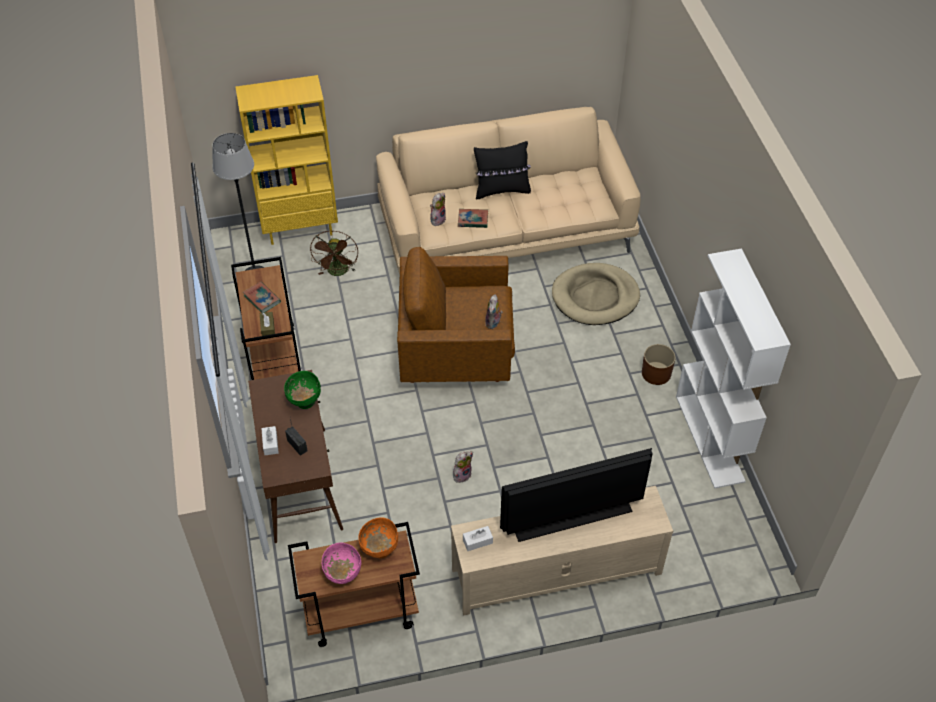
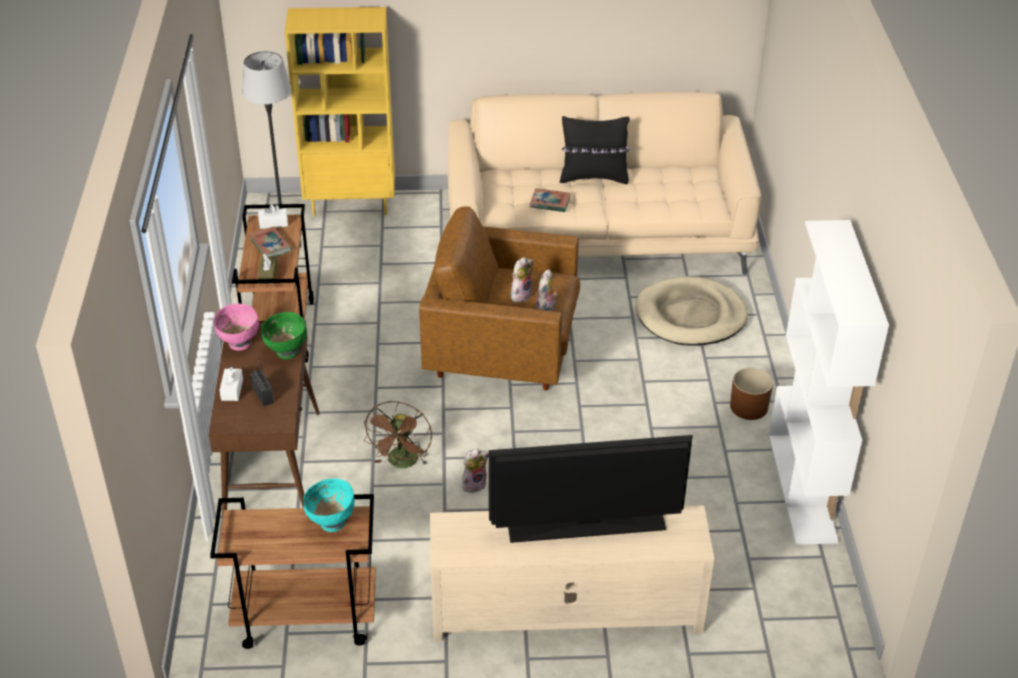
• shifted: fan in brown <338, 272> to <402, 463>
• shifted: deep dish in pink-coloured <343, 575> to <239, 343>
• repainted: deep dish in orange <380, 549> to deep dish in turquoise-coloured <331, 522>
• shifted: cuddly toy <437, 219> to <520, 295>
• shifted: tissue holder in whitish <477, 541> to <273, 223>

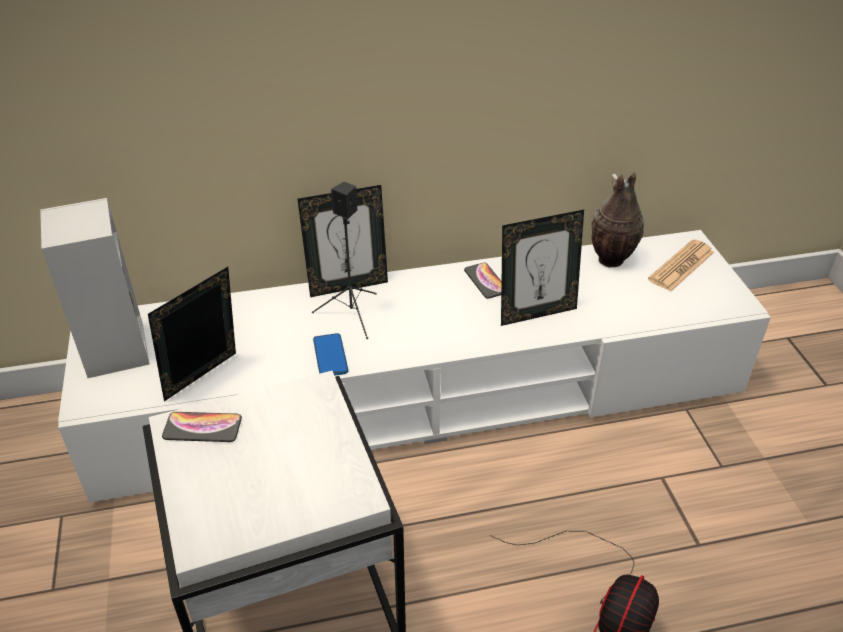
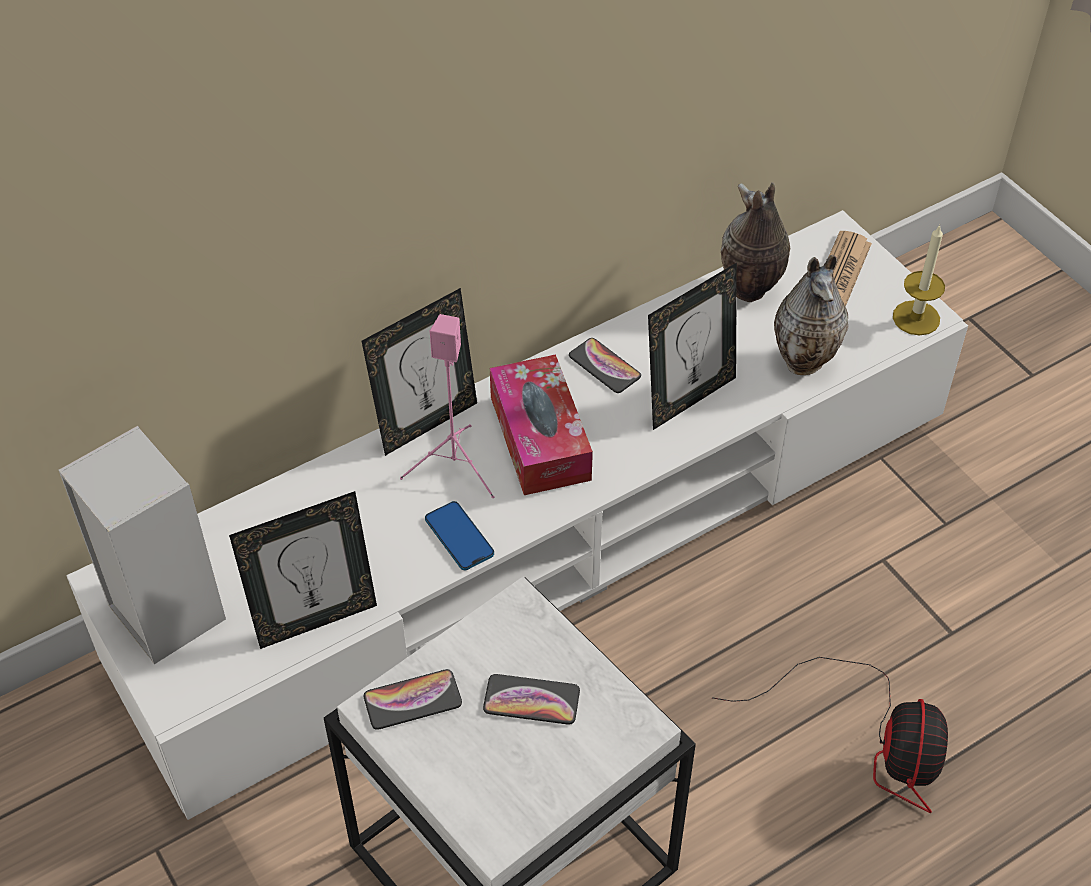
• rotated: picture frame <205, 380> = <315, 619> 135 degrees counterclockwise
• repainted: loudspeaker in blackish <352, 315> to loudspeaker in pink-coloured <456, 467>
• new: telephone <531, 700>
• new: tissue holder <540, 438>
• new: vase <806, 361>
• new: wax light <916, 318>

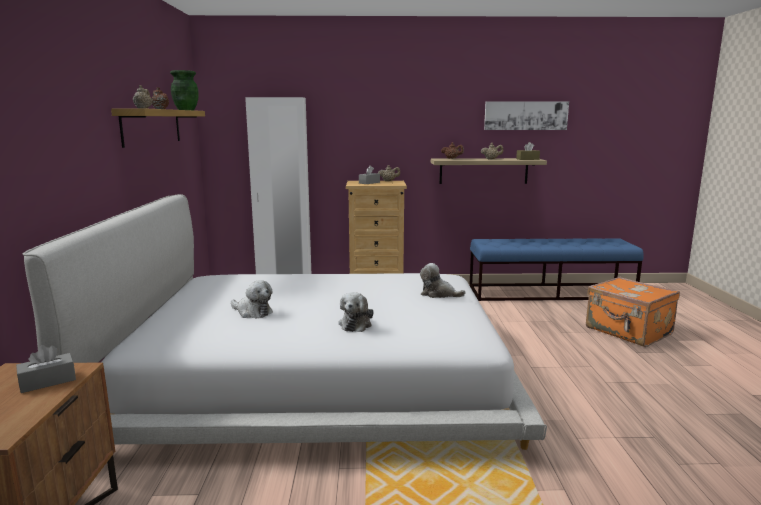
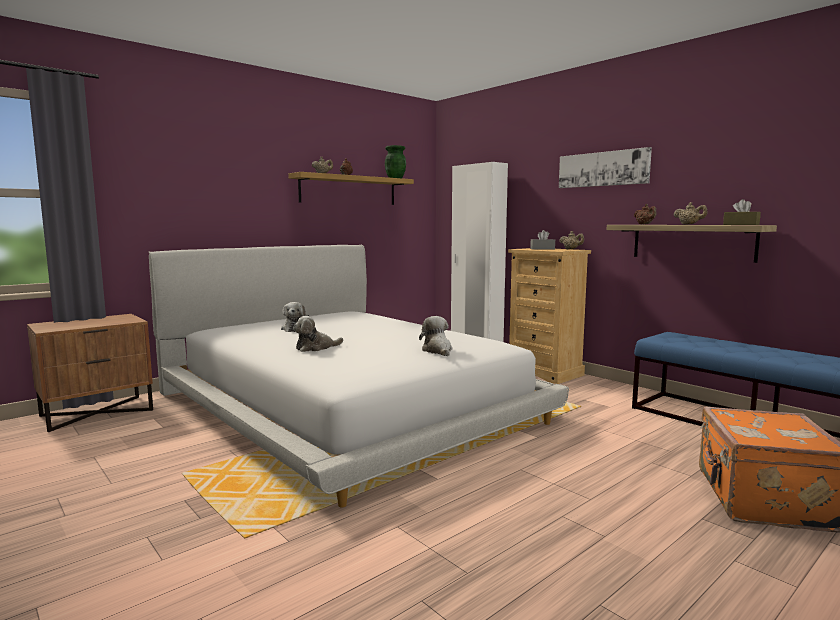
• gone: tissue holder in gray <48, 381>
• shifted: wall picture <525, 115> to <603, 169>

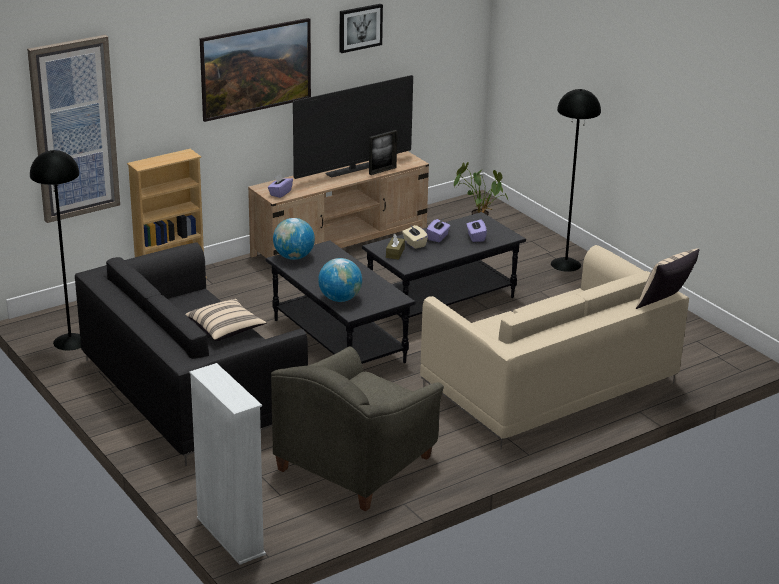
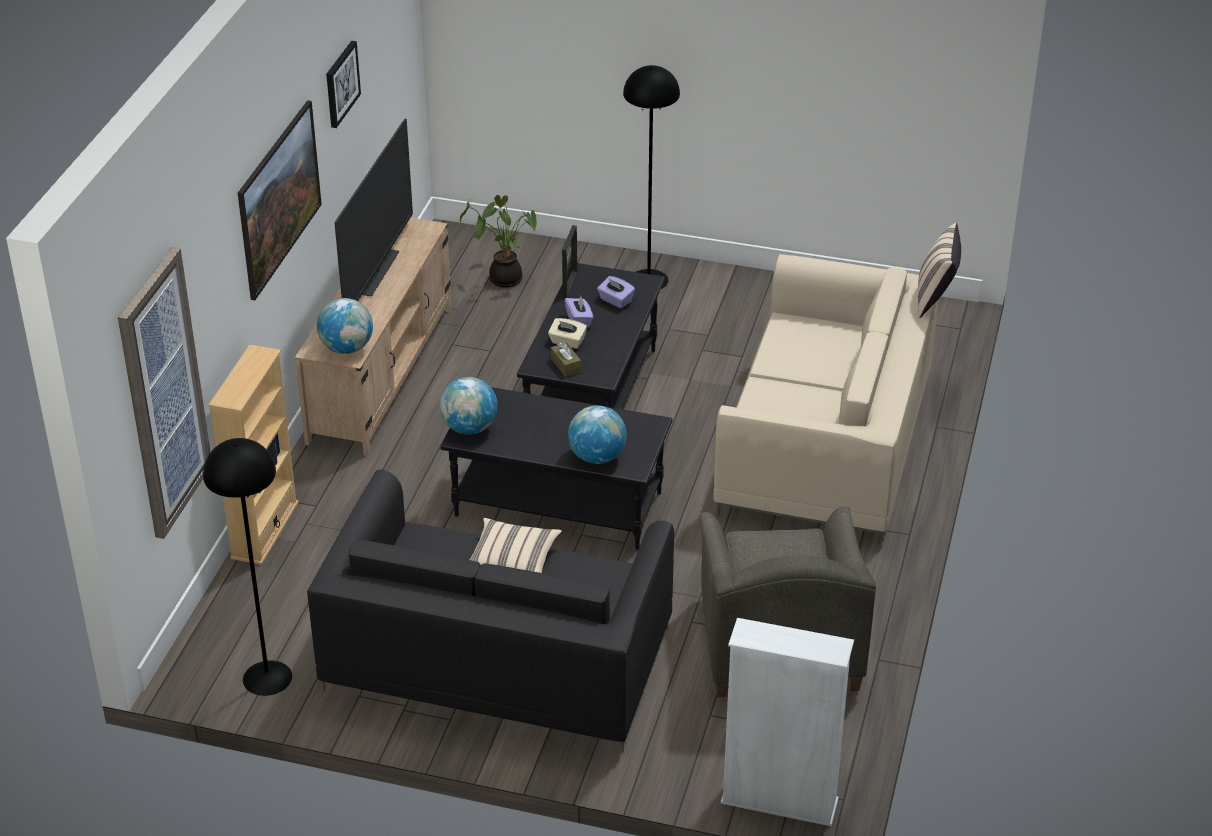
• swapped: tissue holder in purplish <280, 193> to world globe <347, 348>
• shifted: picture frame <382, 171> to <570, 284>

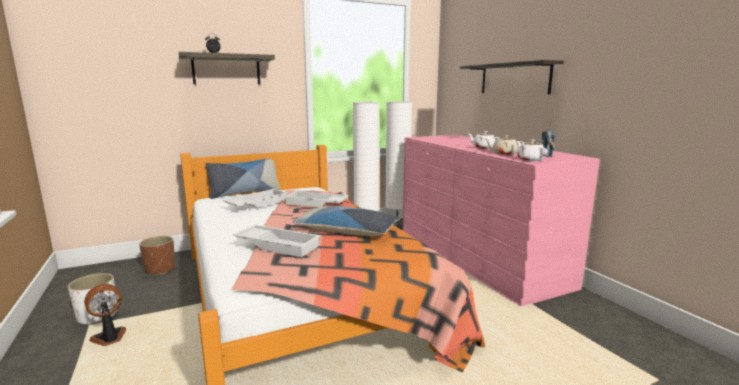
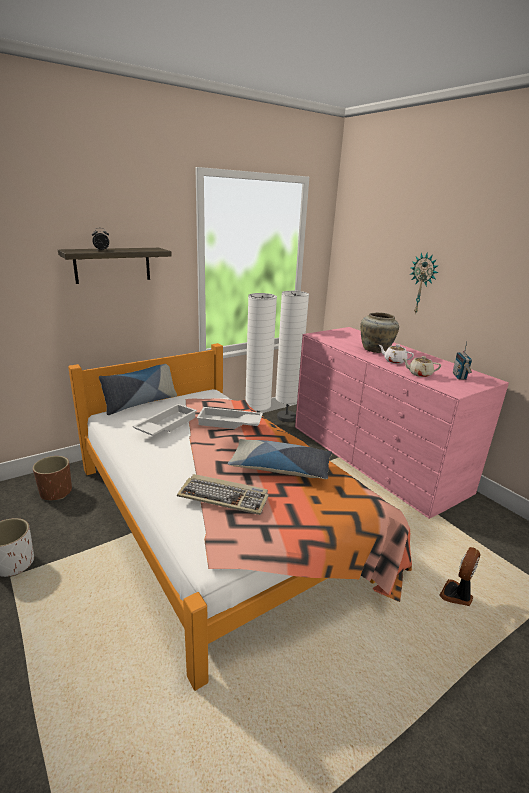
• shifted: fan <109, 338> to <457, 595>
• swapped: serving tray in whitish <278, 245> to PC keyboard <224, 496>
• swapped: wall shelf <514, 79> to hanging clock <422, 283>
• gone: pot for tea in whitish <529, 160>
• new: vase in sand-coloured <376, 350>

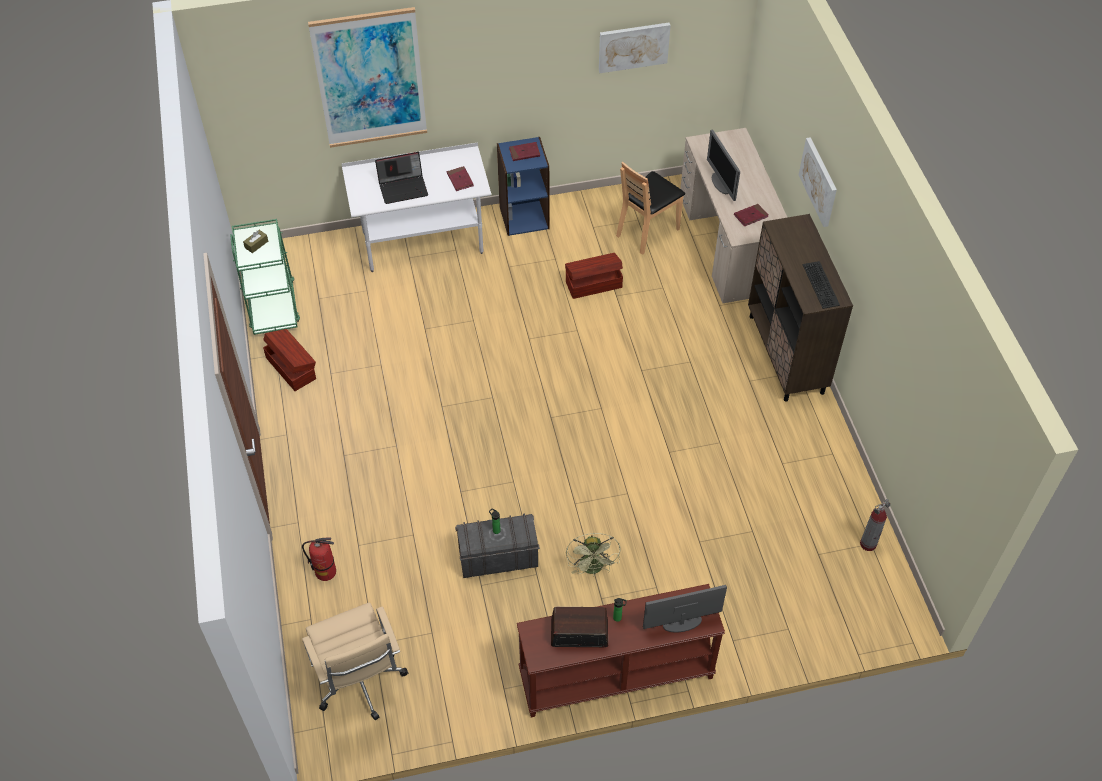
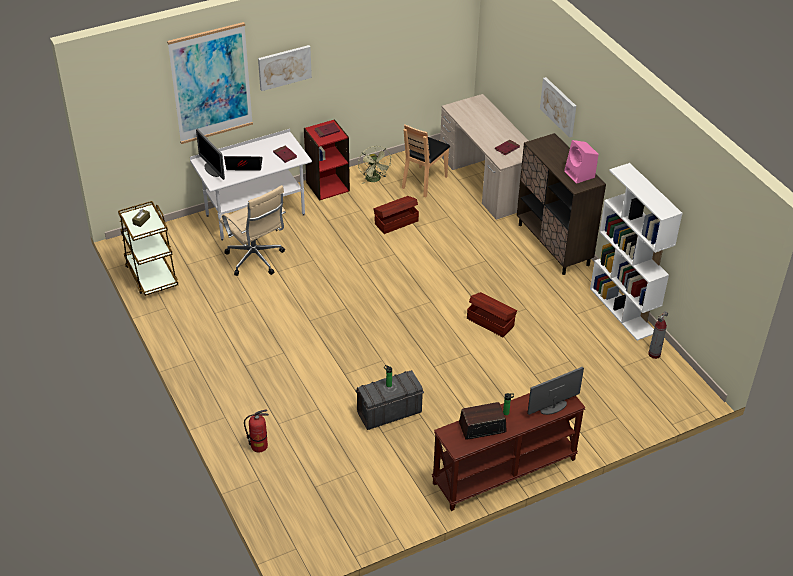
• repainted: trolley in green <273, 306> to trolley in brown <151, 275>
• shifted: storage bin in brown <291, 367> to <490, 321>
• shifted: computer chair in sand-coloured <361, 684> to <256, 260>
• rotated: laptop <403, 188> = <243, 166> 150 degrees counterclockwise
• repainted: bookshelf in blue-coloured <524, 217> to bookshelf in red-coloured <327, 186>
• shifted: fan in green <593, 568> to <374, 180>
• shifted: wall picture <633, 46> to <284, 67>
• shifted: computer screen <721, 184> to <212, 170>
• swapped: PC keyboard <822, 285> to loudspeaker in pink-coloured <580, 175>
• new: bookshelf in whitish <623, 310>

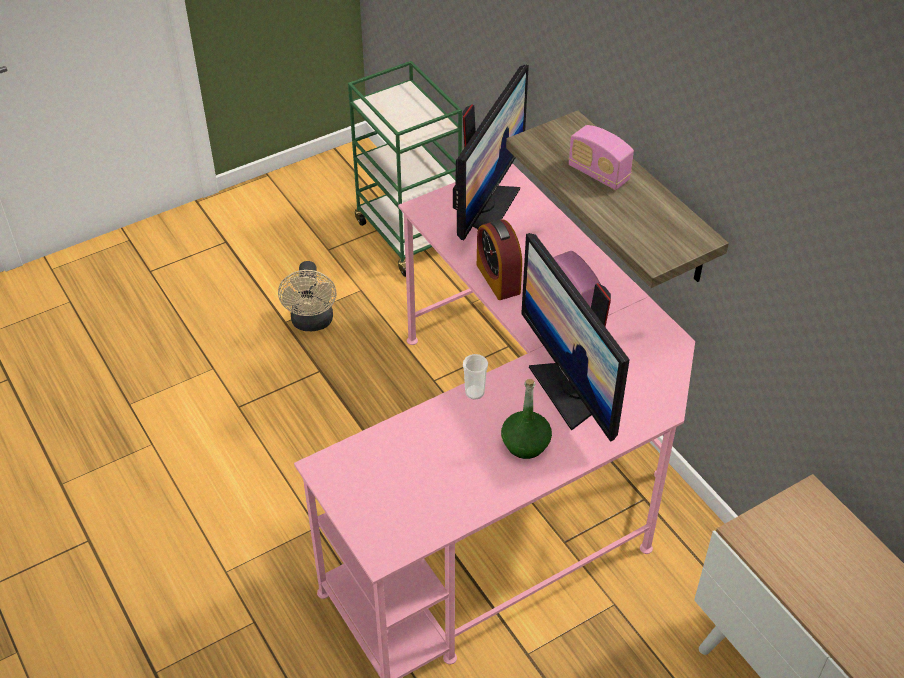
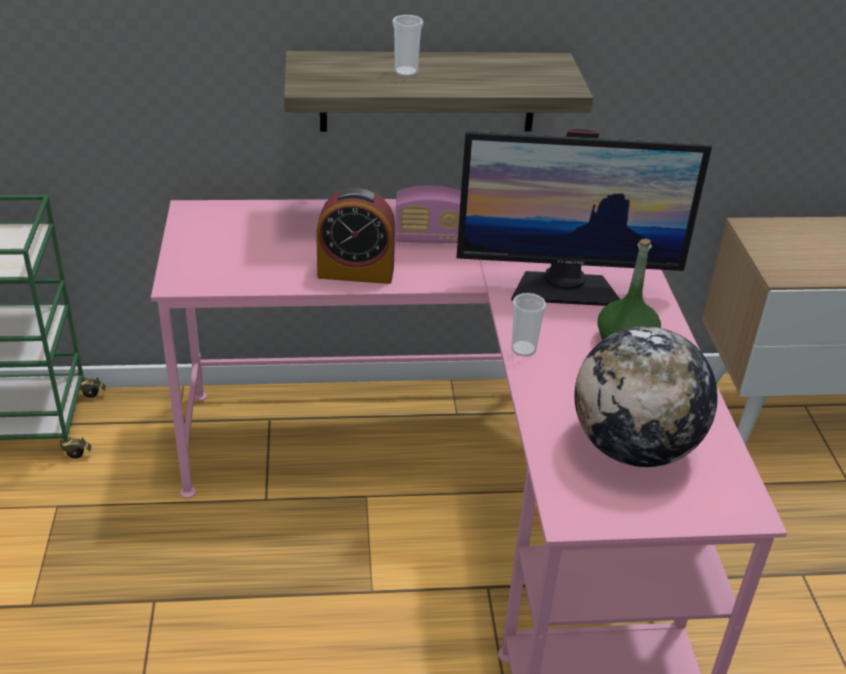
• gone: fan in sand-coloured <312, 323>
• gone: computer screen <487, 207>
• swapped: radio receiver <598, 174> to cup <406, 72>
• new: world globe <634, 448>

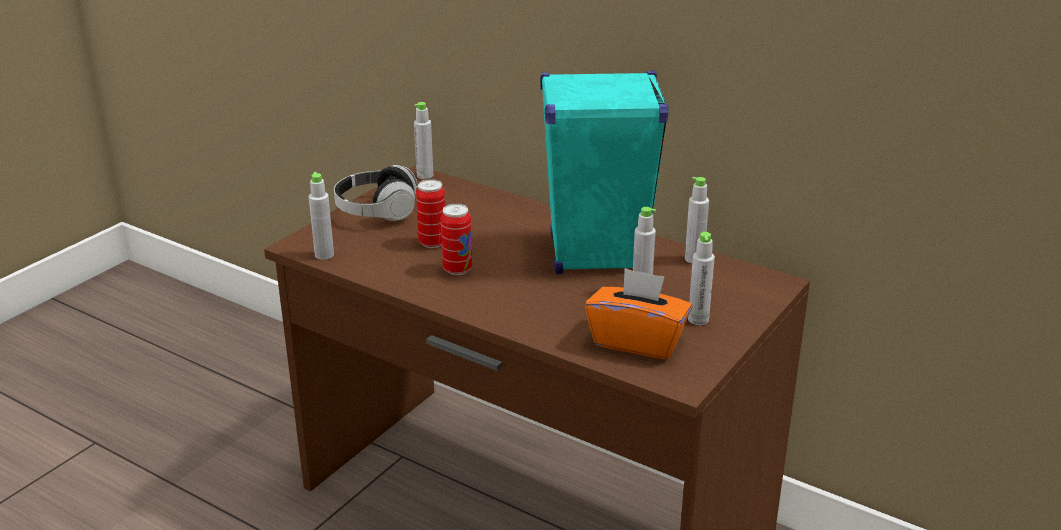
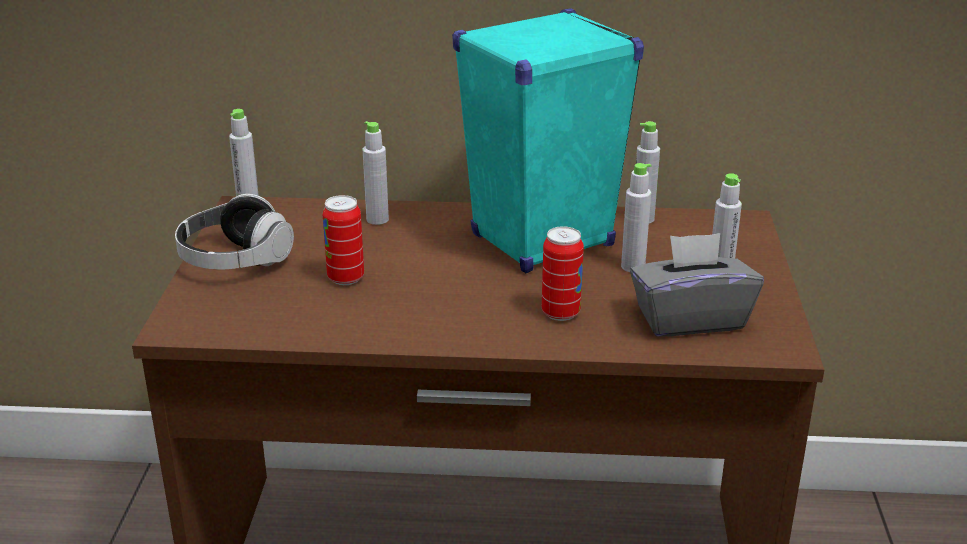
• shifted: bottle in gray <324, 255> to <377, 219>
• shifted: metal can <457, 269> to <560, 313>
• repainted: tissue holder in orange <637, 341> to tissue holder in gray <690, 319>

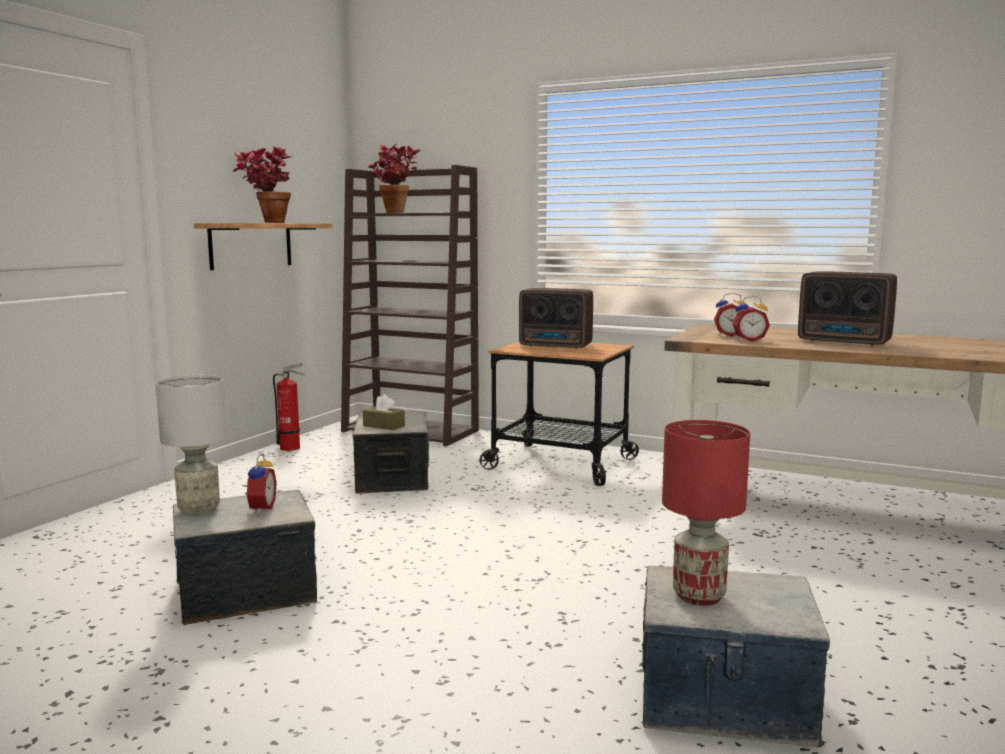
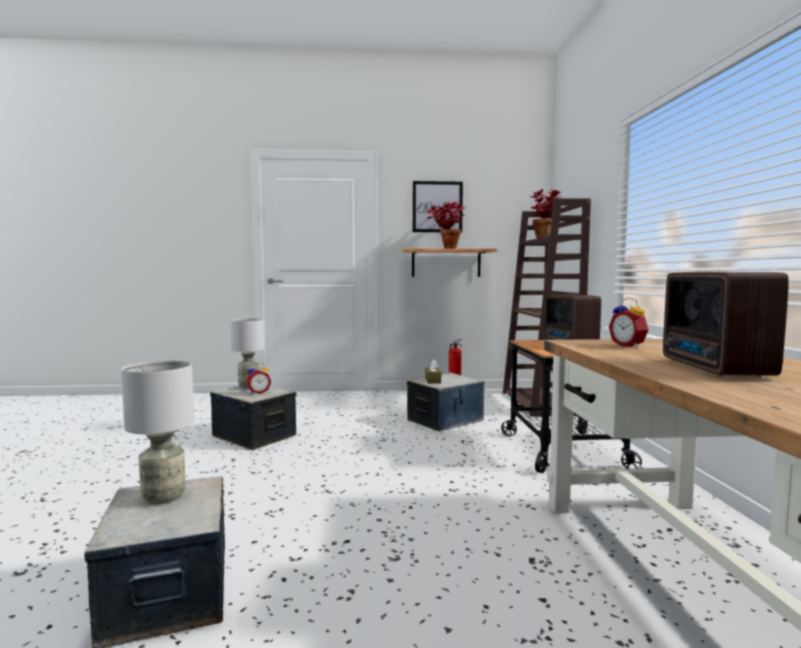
• repainted: table lamp in red-coloured <697, 596> to table lamp in gray <164, 496>
• gone: alarm clock <749, 340>
• new: wall picture <437, 207>

